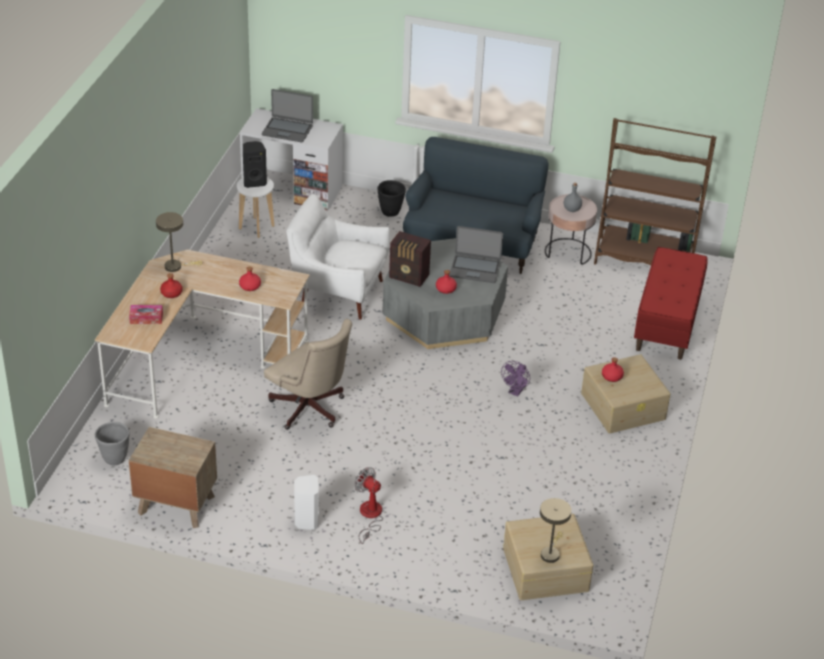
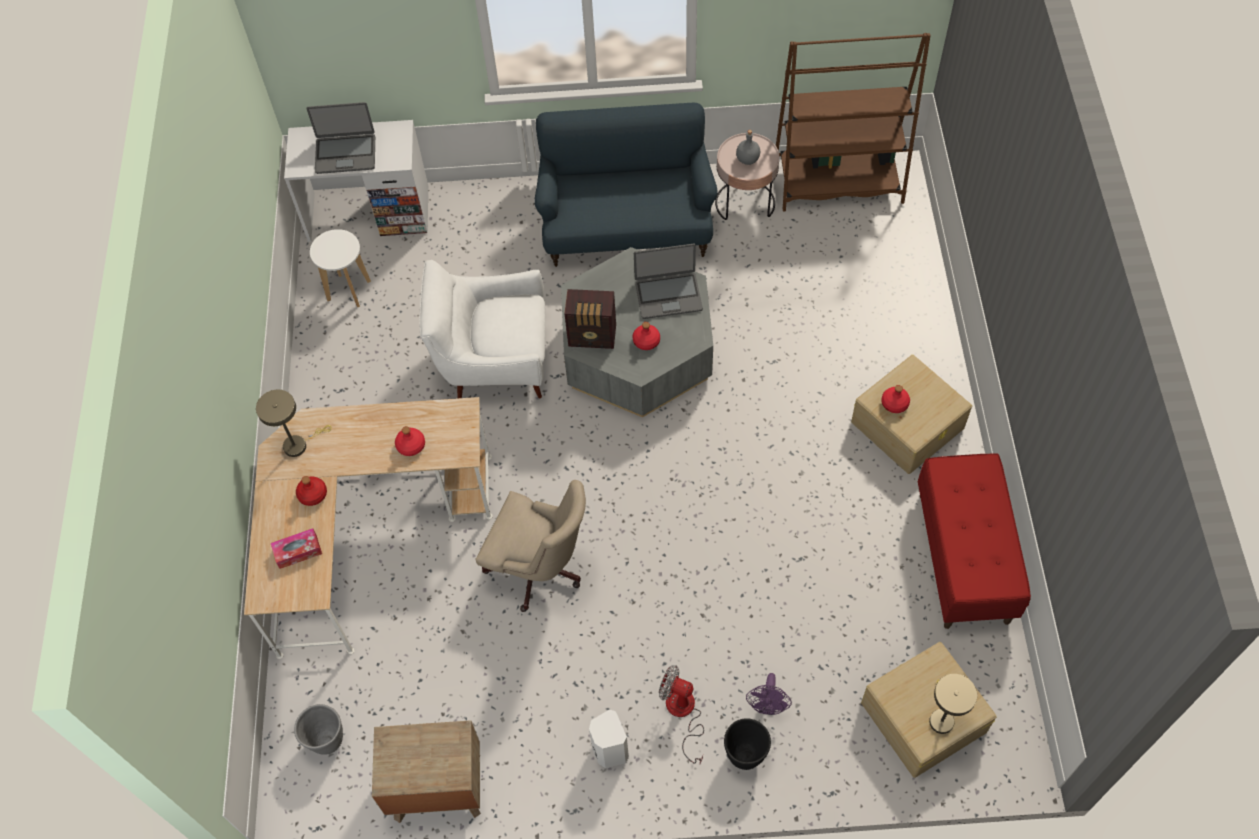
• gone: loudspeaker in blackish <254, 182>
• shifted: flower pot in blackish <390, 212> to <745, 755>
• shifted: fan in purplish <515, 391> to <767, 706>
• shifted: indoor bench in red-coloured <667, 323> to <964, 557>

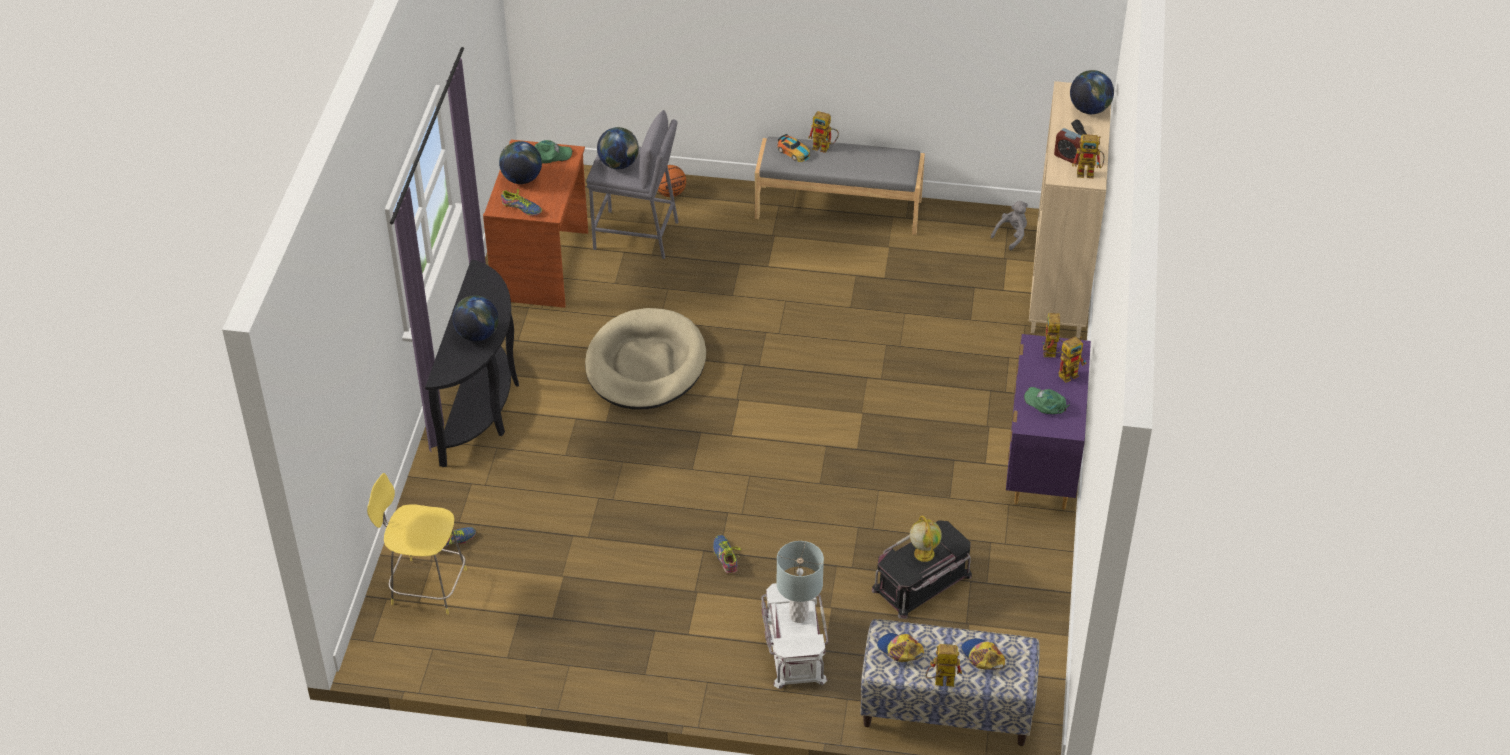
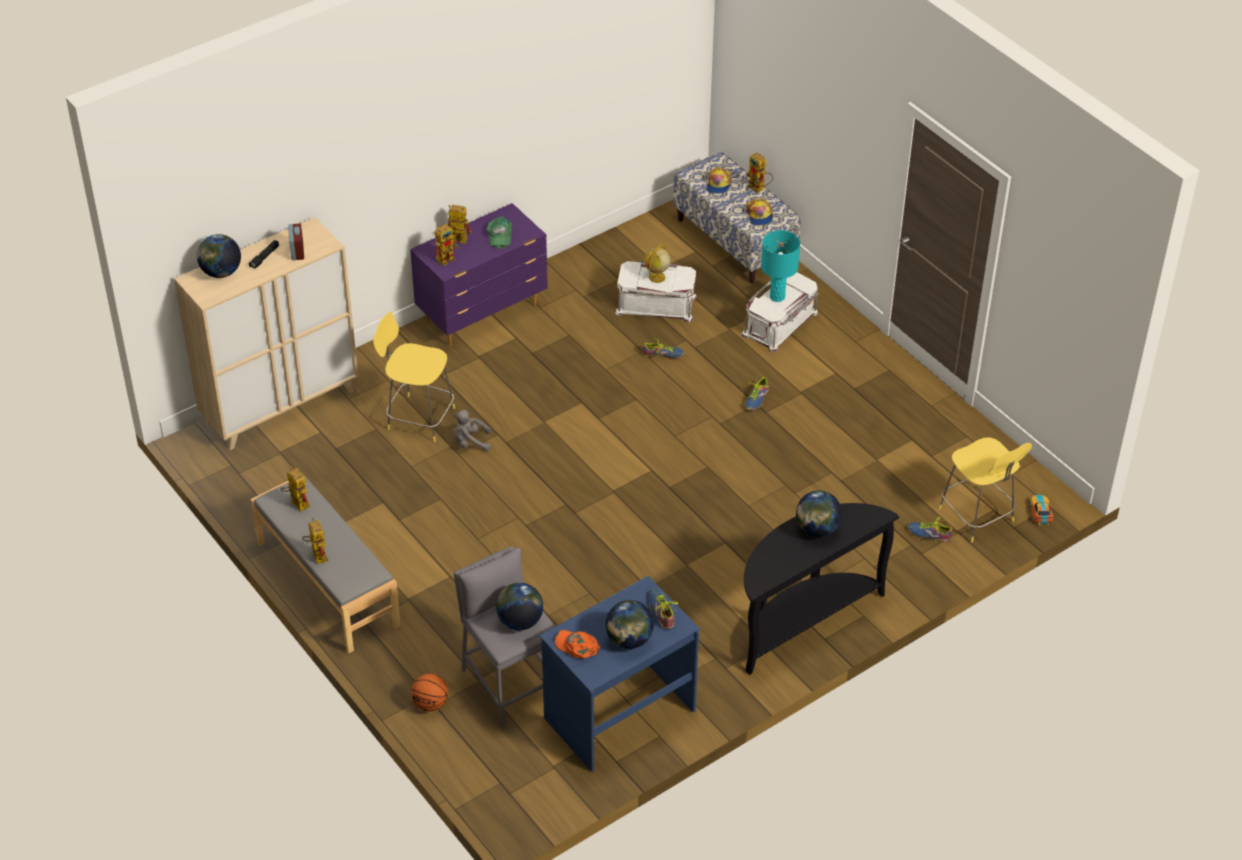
• repainted: desk table in brown <542, 266> to desk table in blue-coloured <619, 713>
• repainted: cap in green <551, 155> to cap in orange <577, 646>
• gone: pet bed in sand-coloured <645, 364>
• repainted: table lamp in gray <798, 615> to table lamp in turquoise-coloured <777, 297>
• shifted: toy car <794, 152> to <1040, 512>
• repainted: storage bin in blackish <922, 583> to storage bin in whitish <656, 304>
• shifted: cuddly toy in gray <1011, 236> to <470, 442>
• shifted: robot figure <1089, 173> to <296, 503>
• new: stool seat in yellow-coloured <418, 417>
• new: item of footwear <663, 354>

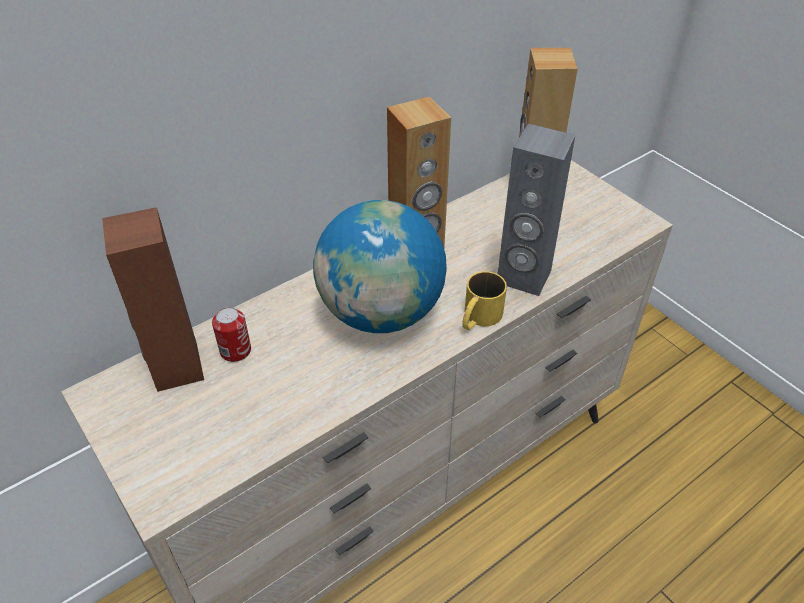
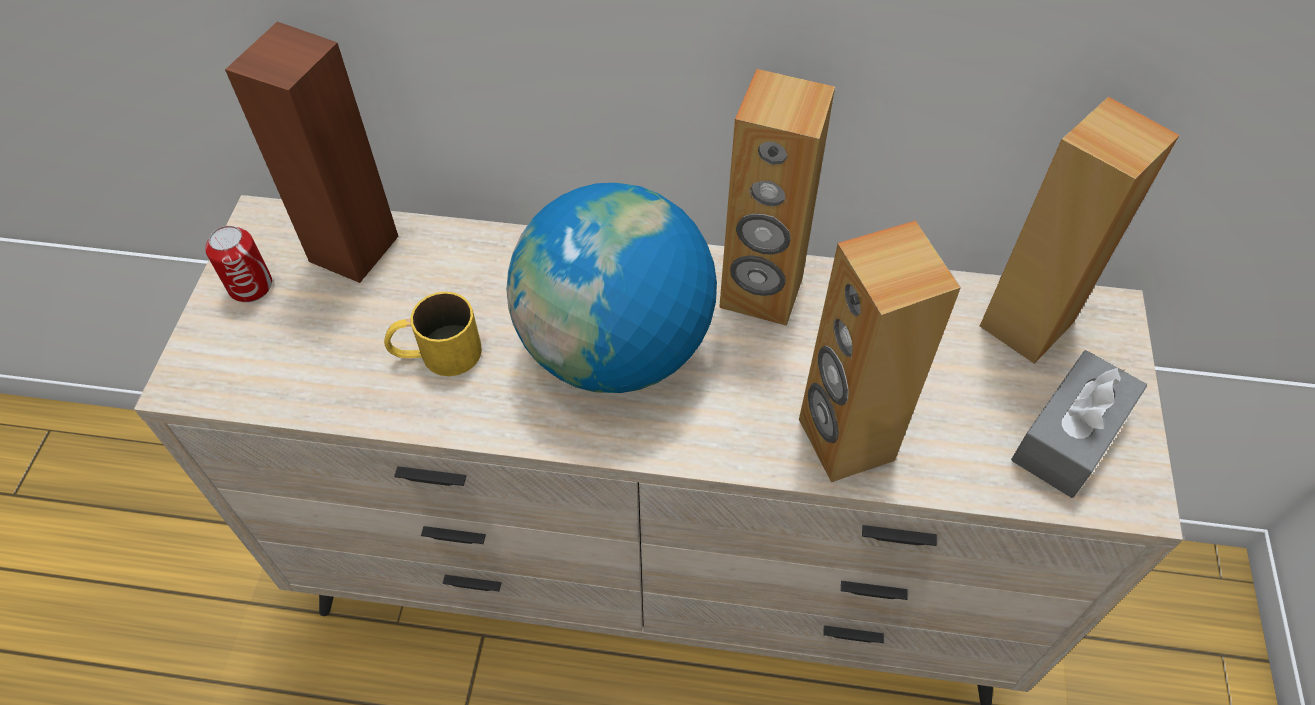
• shifted: metal can <235, 351> to <250, 286>
• shifted: tea mug in yellow-coloured <478, 318> to <436, 353>
• repainted: loudspeaker in gray <523, 277> to loudspeaker in brown <844, 440>
• new: tissue holder in gray <1069, 436>

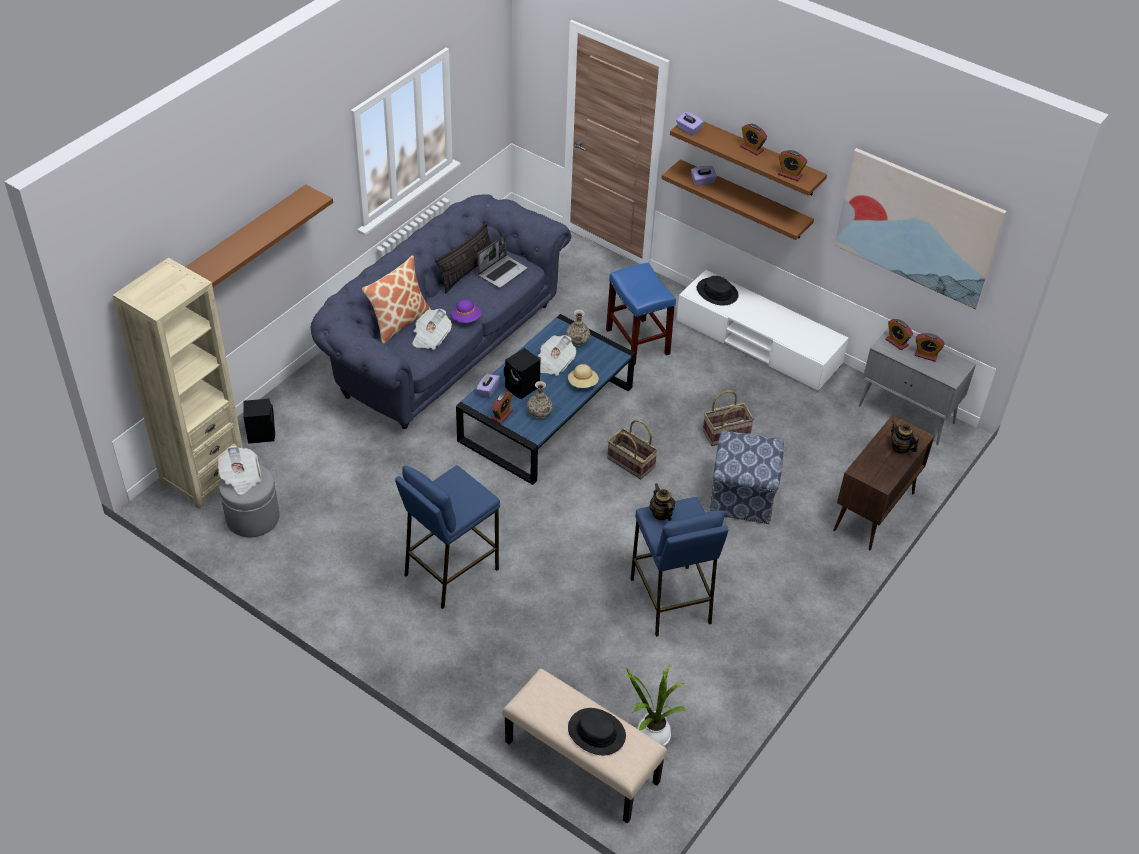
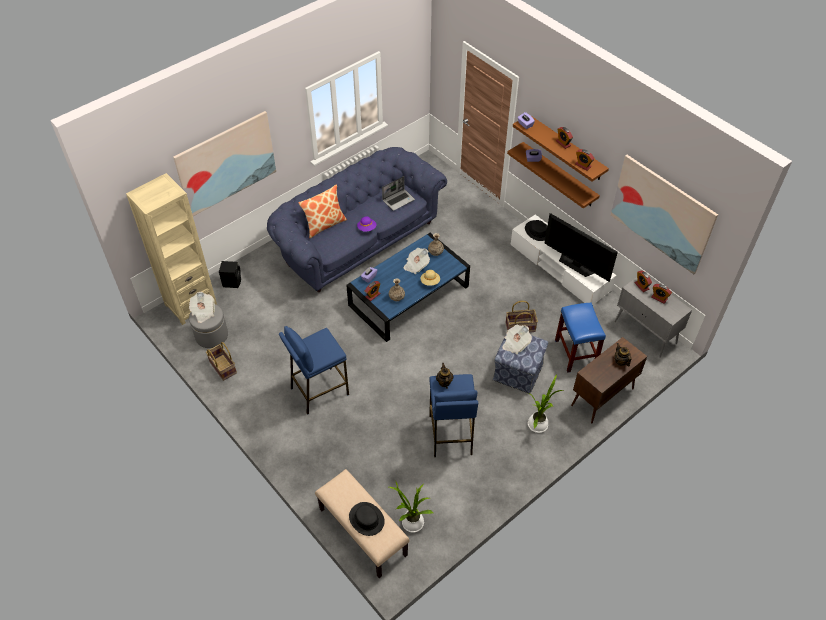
• swapped: wall shelf in brown <247, 238> to wall picture <226, 163>
• shifted: daily paper <430, 337> to <515, 344>
• gone: throw pillow <467, 271>
• gone: loudspeaker in blackish <522, 388>
• shifted: stool seat in blue-coloured <638, 342> to <576, 354>
• shifted: household basket <630, 463> to <222, 367>
• new: potted plant <539, 423>
• new: TV <576, 265>

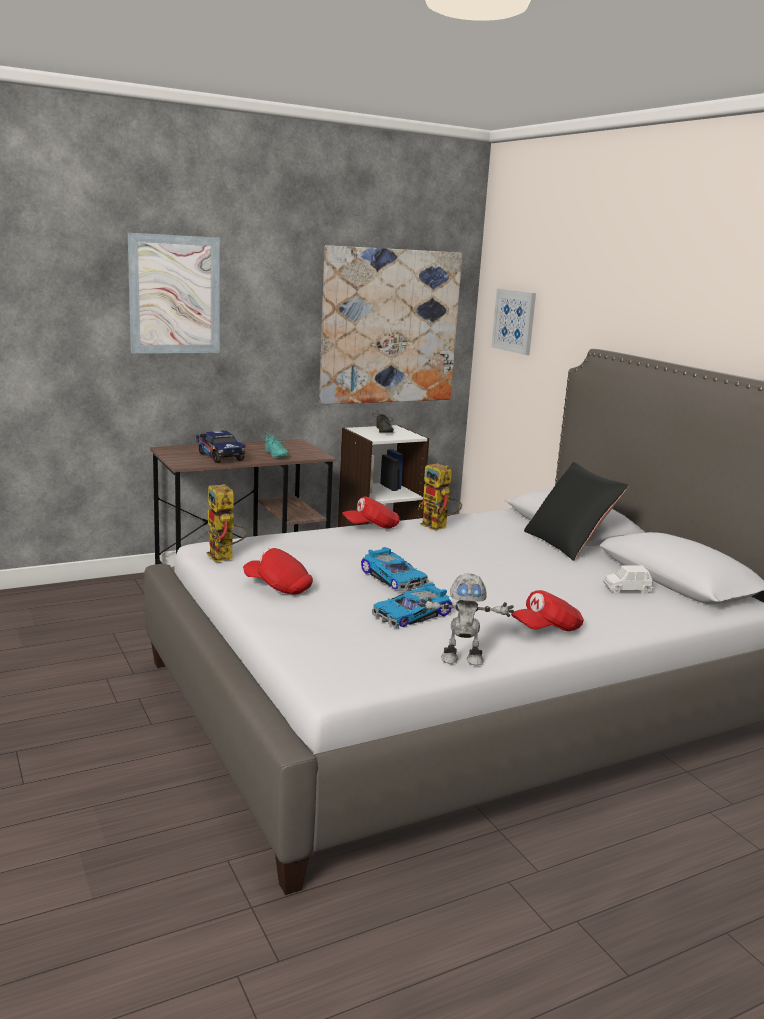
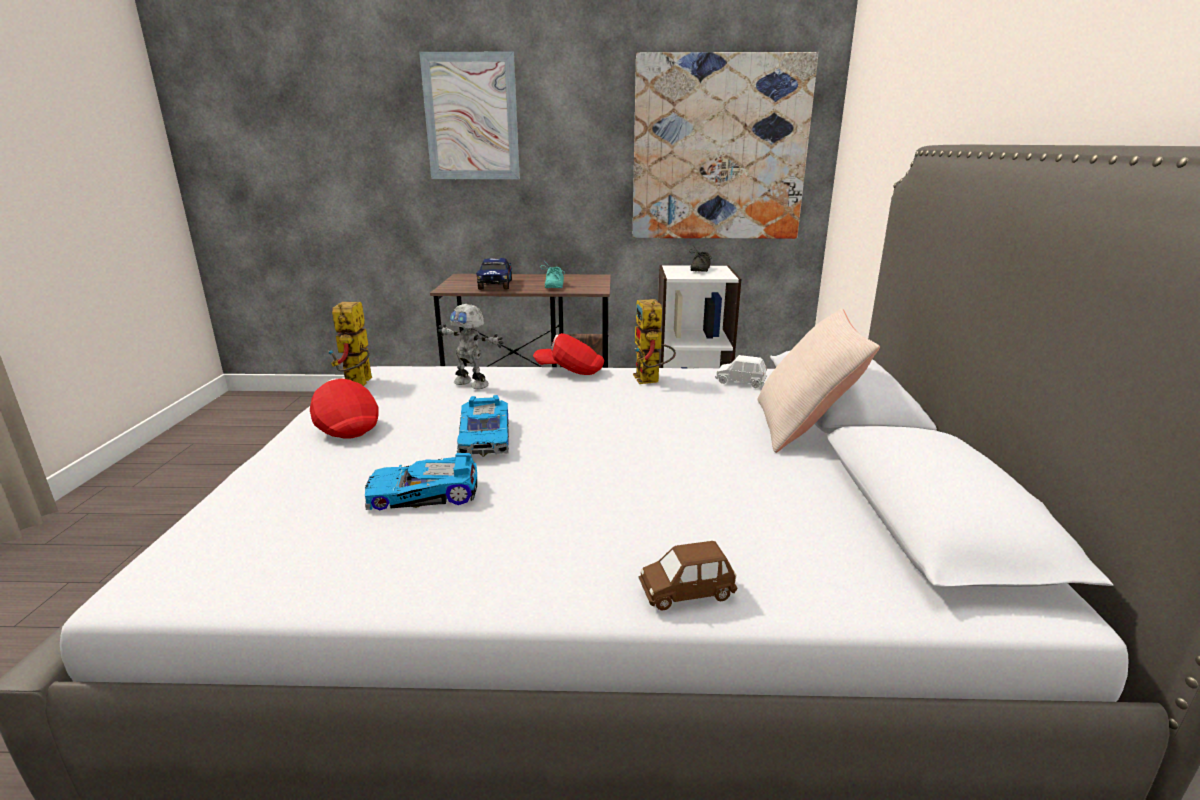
• shifted: robot figure <462, 659> to <472, 383>
• gone: wall picture <514, 321>
• gone: cap in red-coloured <546, 629>
• repainted: throw pillow in blackish <569, 543> to throw pillow in sand-coloured <803, 426>
• shifted: toy car in whitish <627, 590> to <740, 382>
• new: toy car in brown <686, 593>

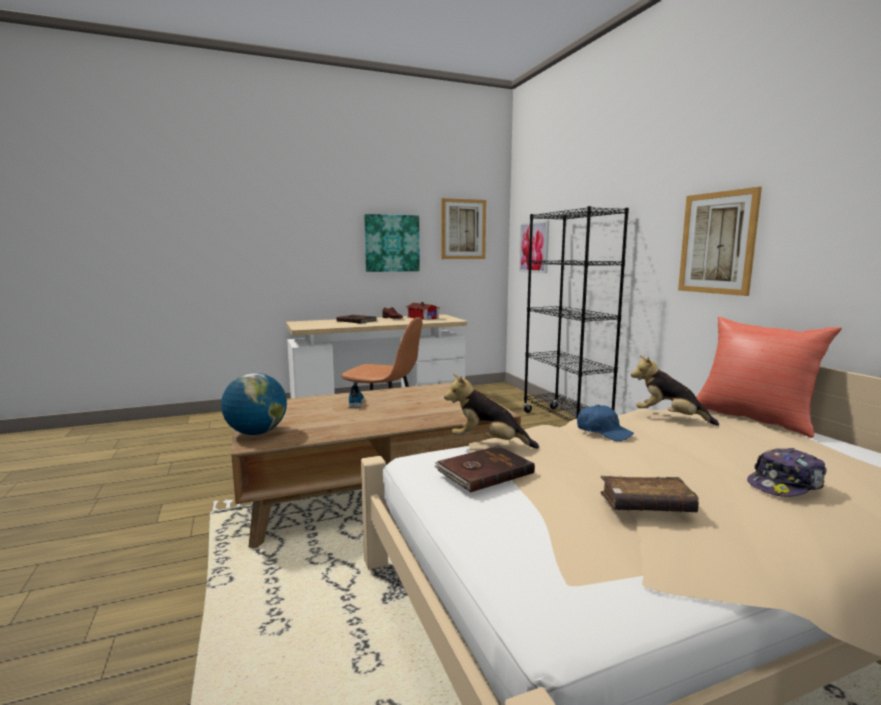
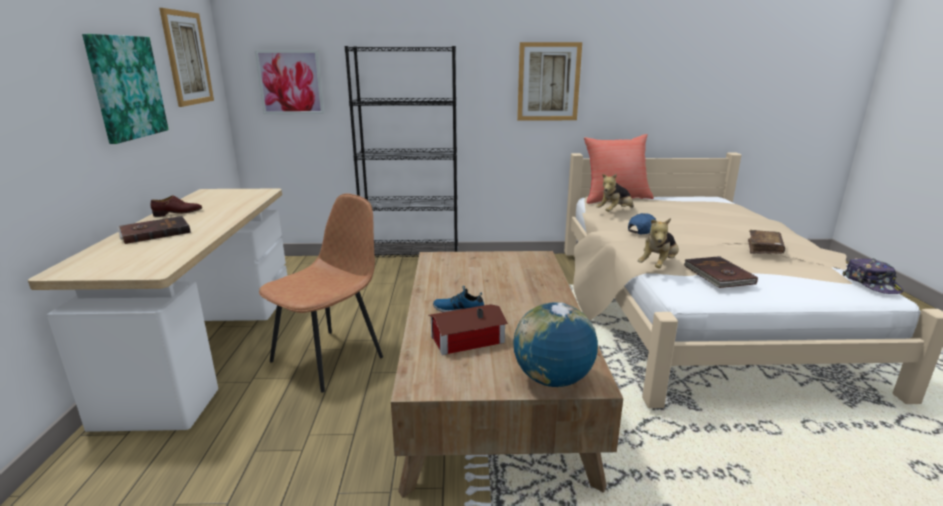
• shifted: model house <422, 317> to <465, 339>
• shifted: cap <785, 485> to <871, 284>

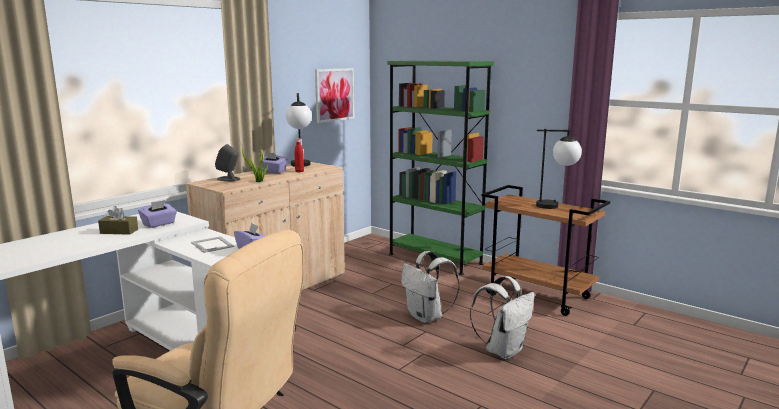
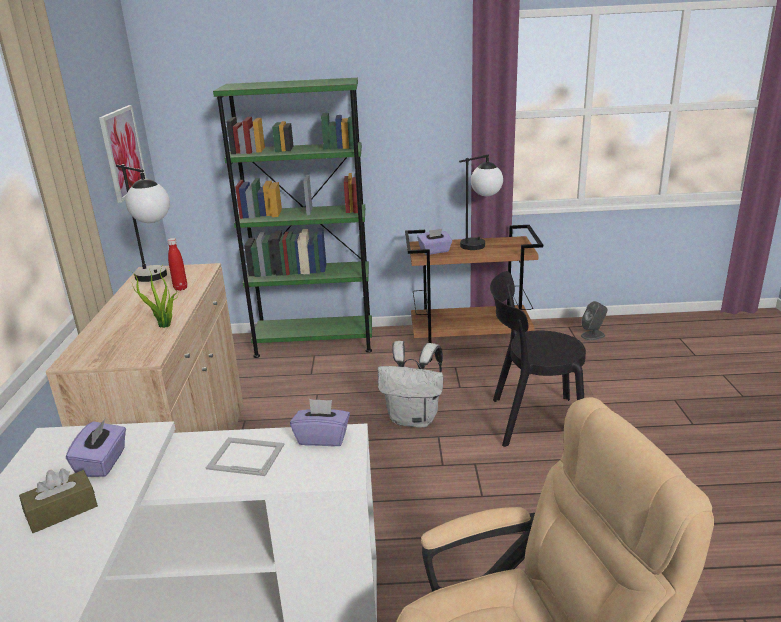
• shifted: loudspeaker in gray <228, 179> to <593, 335>
• shifted: tissue holder in purplish <273, 171> to <435, 251>
• swapped: backpack in whitish <503, 350> to plain chair in blackish <531, 421>

